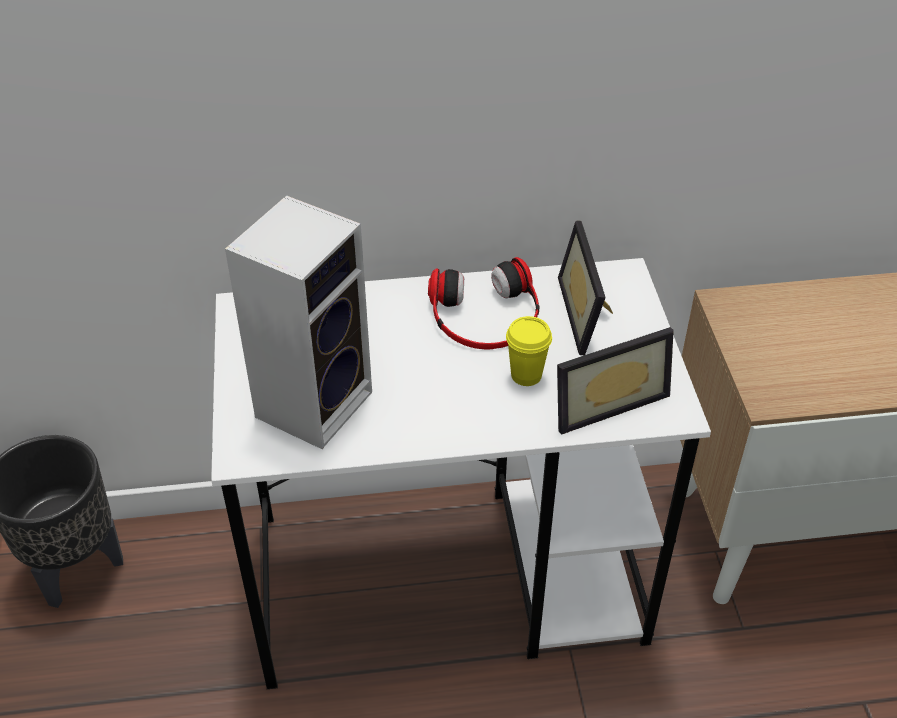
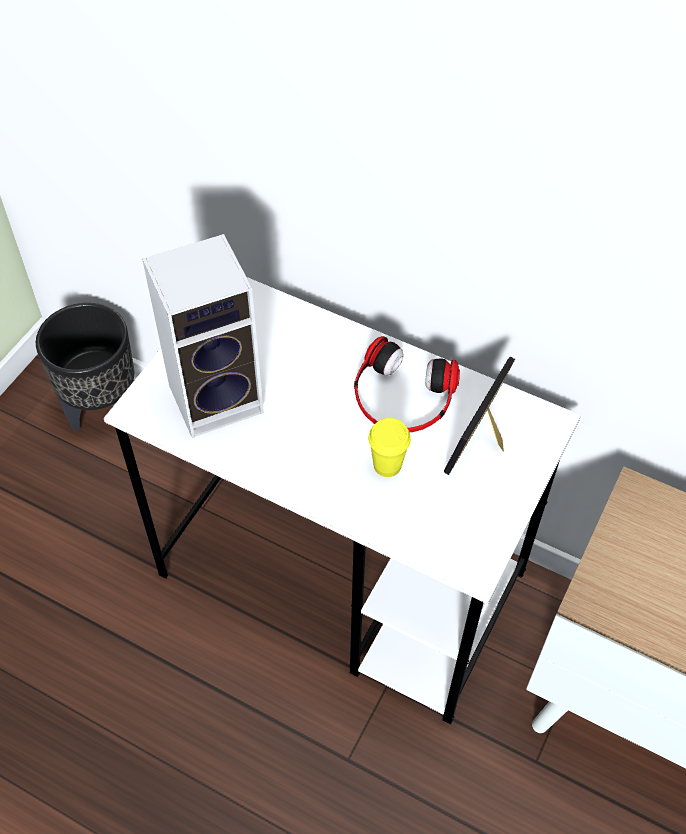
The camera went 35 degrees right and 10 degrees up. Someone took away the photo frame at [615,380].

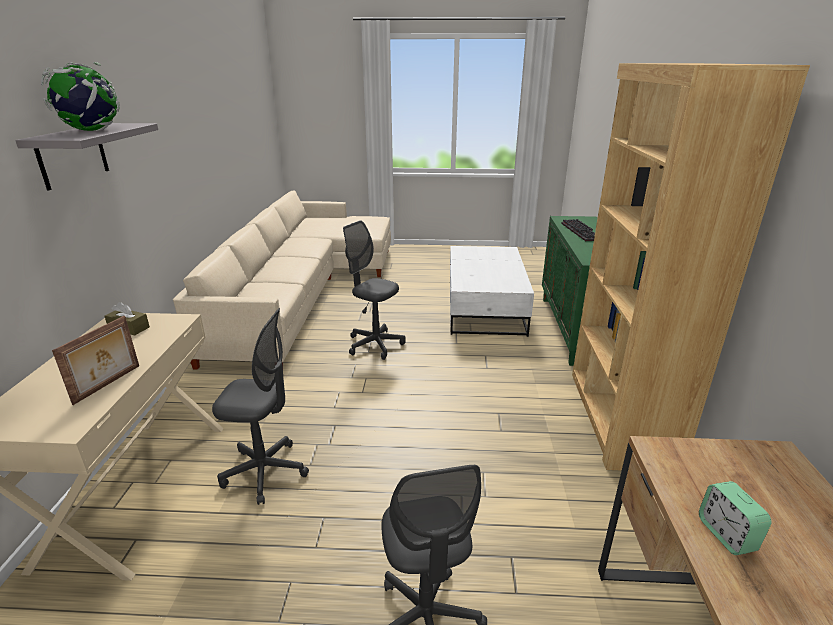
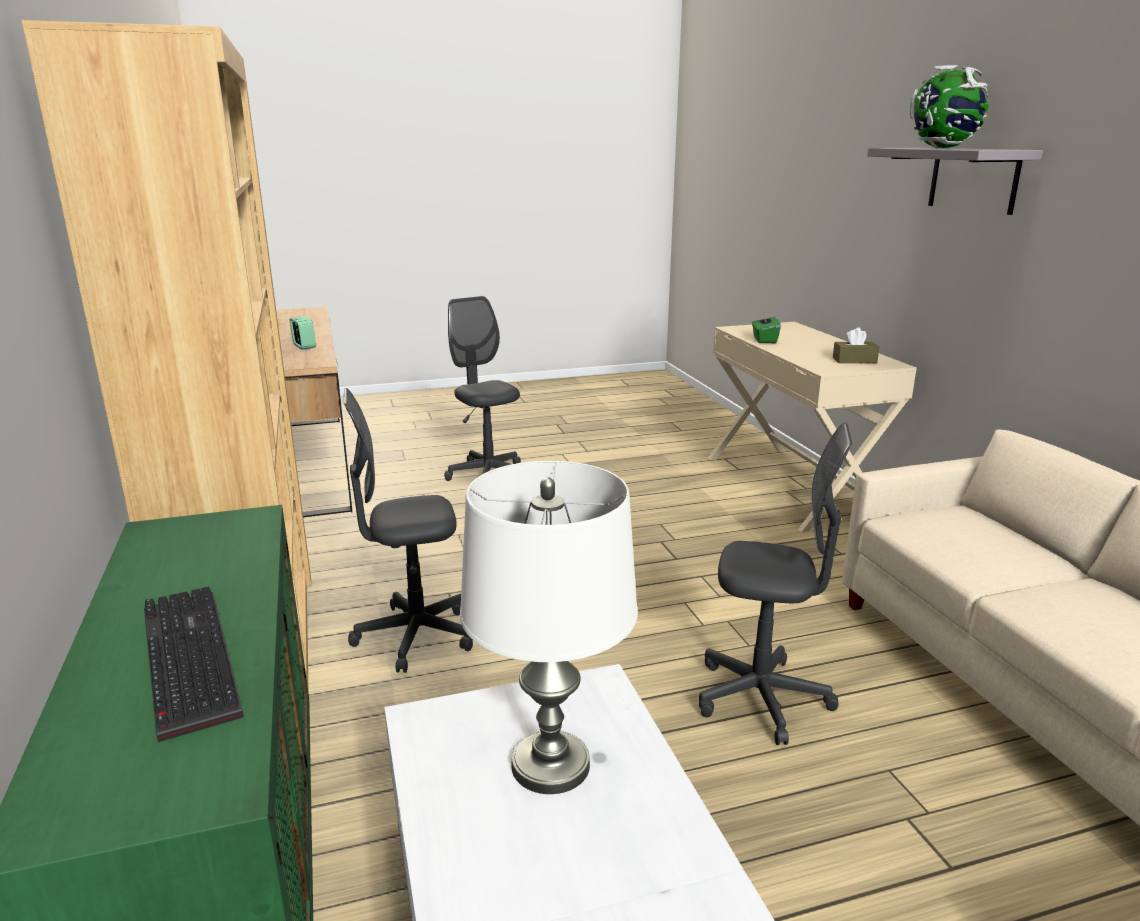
The camera went 160 degrees right and 5 degrees down. Someone carried the greyish office chair from [260,406] to [408,530]. Someone put down the white-coloured table lamp at [549,627]. Someone swapped the photo frame at [95,360] for the green tissue box at [766,327].

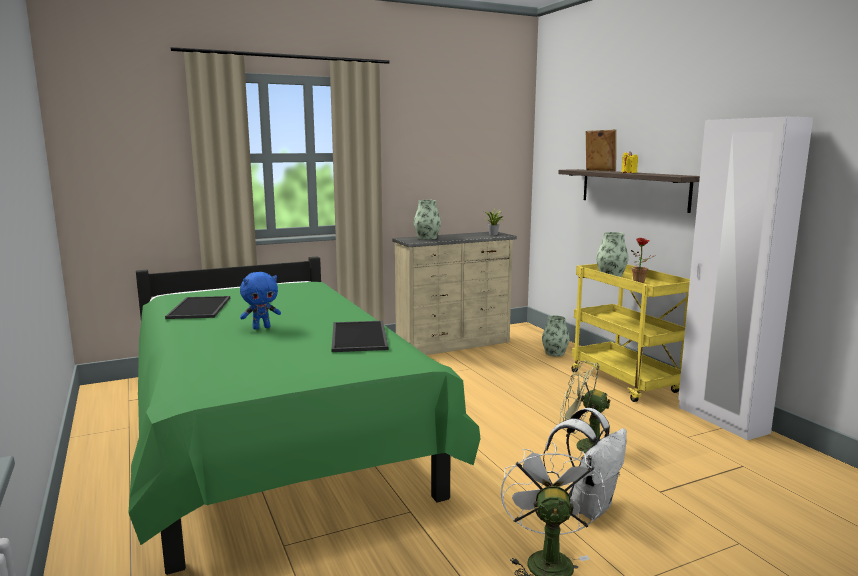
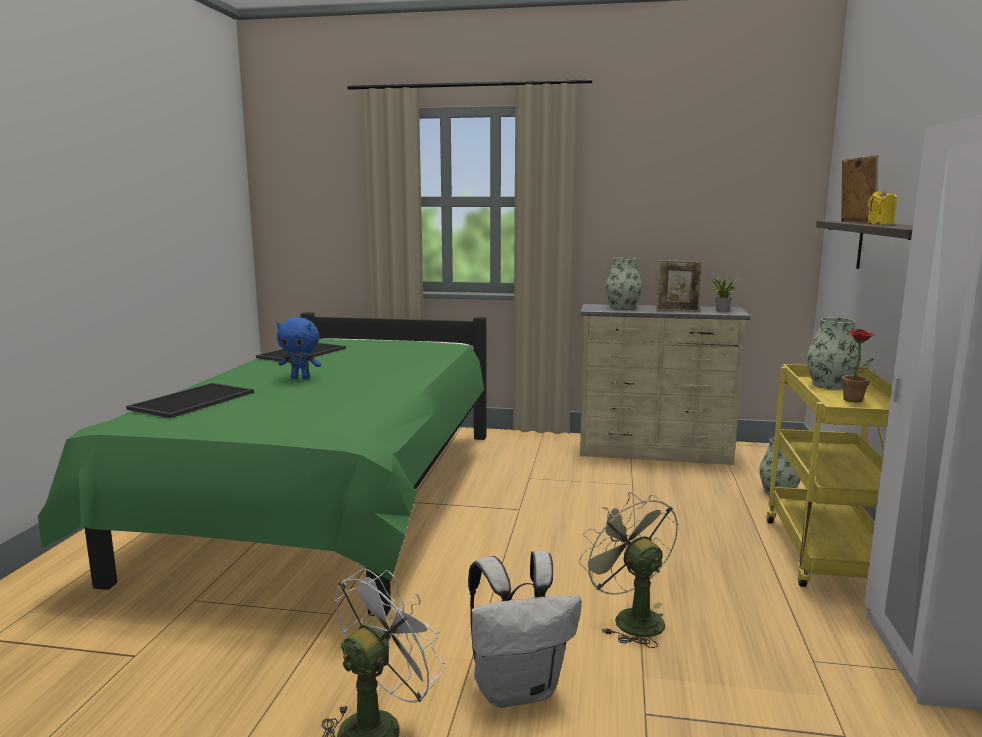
The camera went 35 degrees right and 0 degrees up. Someone carried the serving tray from [360,336] to [190,400]. Someone put down the photo frame at [679,286].

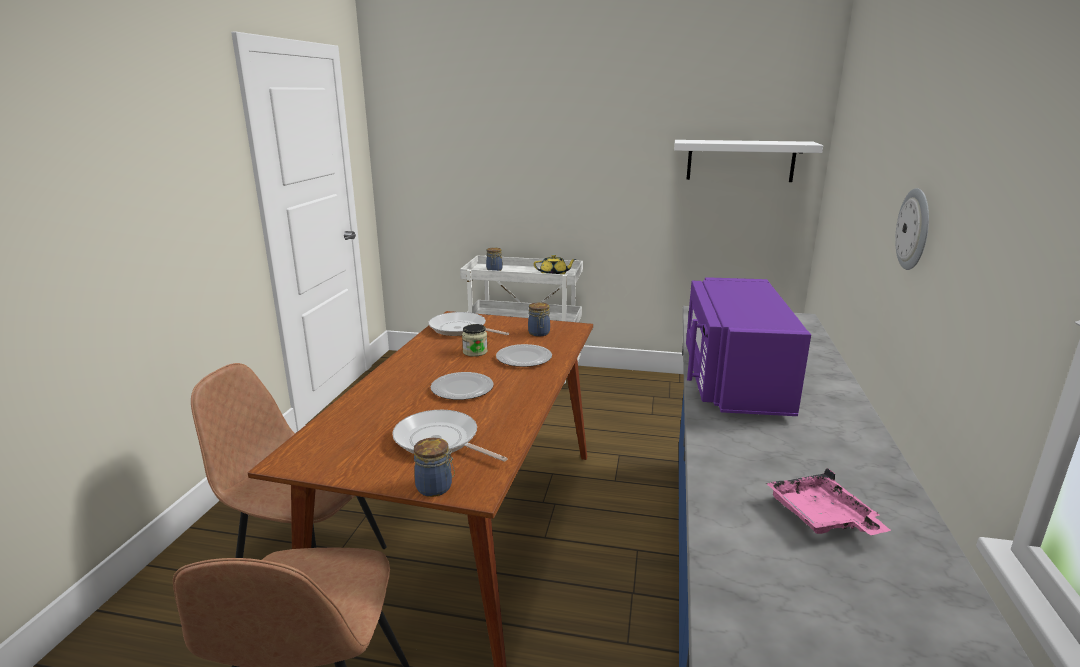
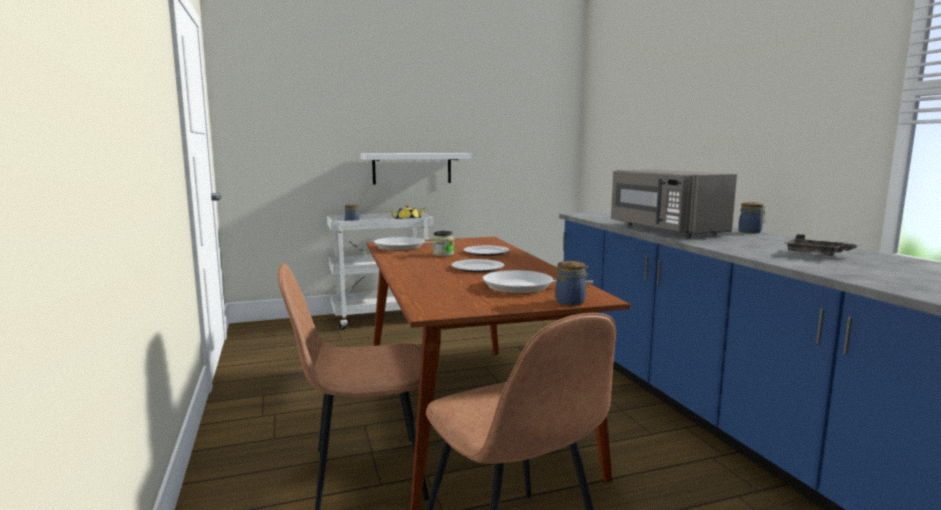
The camera went 30 degrees left and 10 degrees down. Someone carried the white-coloured bracket shelf from [748,161] to [416,169]. Someone repainted the purplish microwave at [748,346], which became the greyish microwave at [674,203]. Someone carried the storage jar from [539,319] to [752,217]. Someone repainted the pinkish serving tray at [828,501], which became the greyish serving tray at [823,245]. Someone took away the wall clock at [912,229].

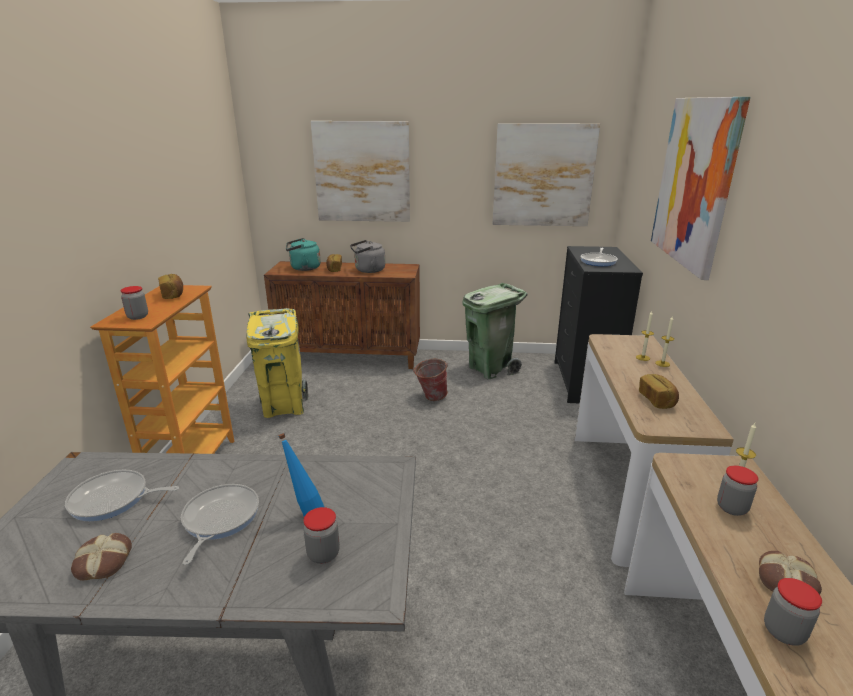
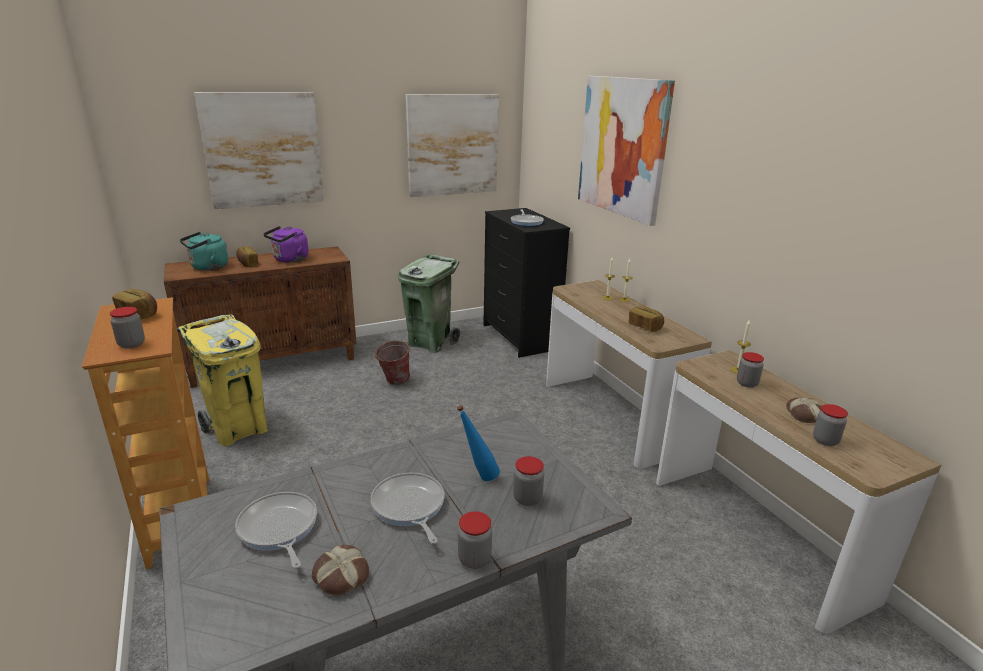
The camera went 30 degrees left and 0 degrees up. Someone rotated the pan at [122,495] by 90 degrees clockwise. Someone repainted the greyish water kettle at [367,256], which became the purplish water kettle at [286,244]. Someone put down the storage jar at [475,540].

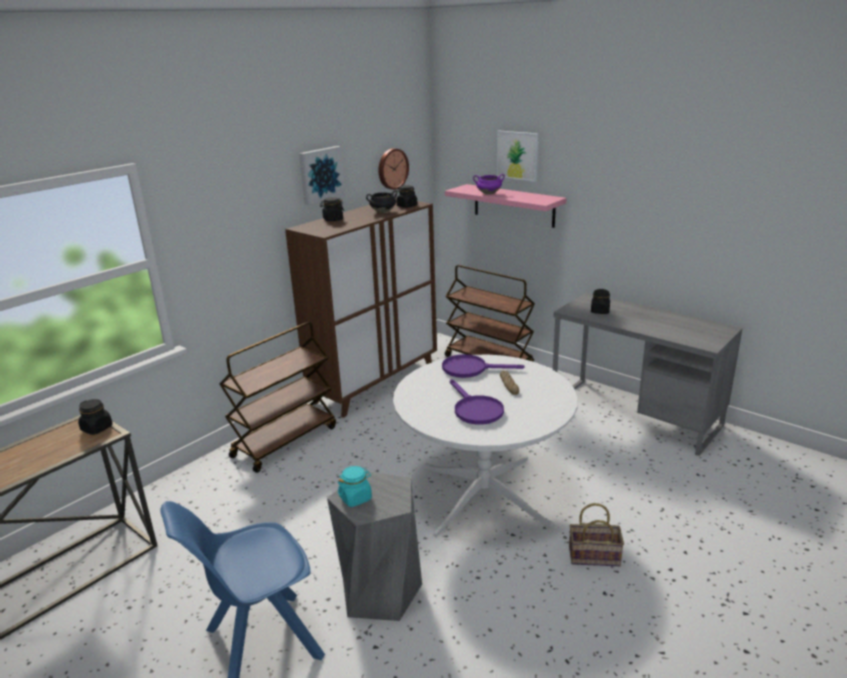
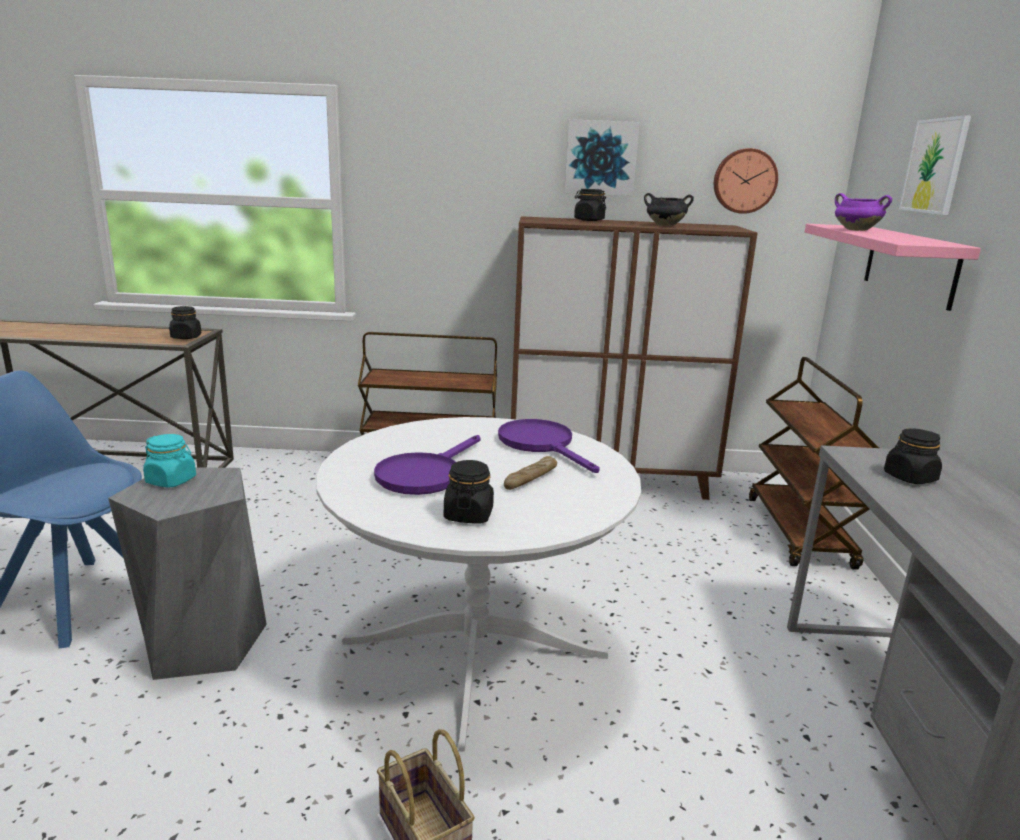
The camera went 50 degrees right and 5 degrees down. Someone carried the black-coloured storage jar from [406,196] to [469,491].

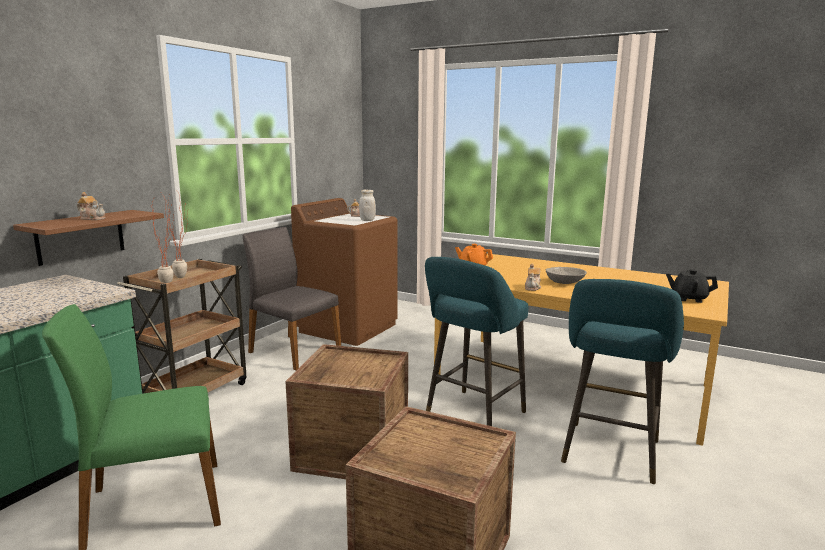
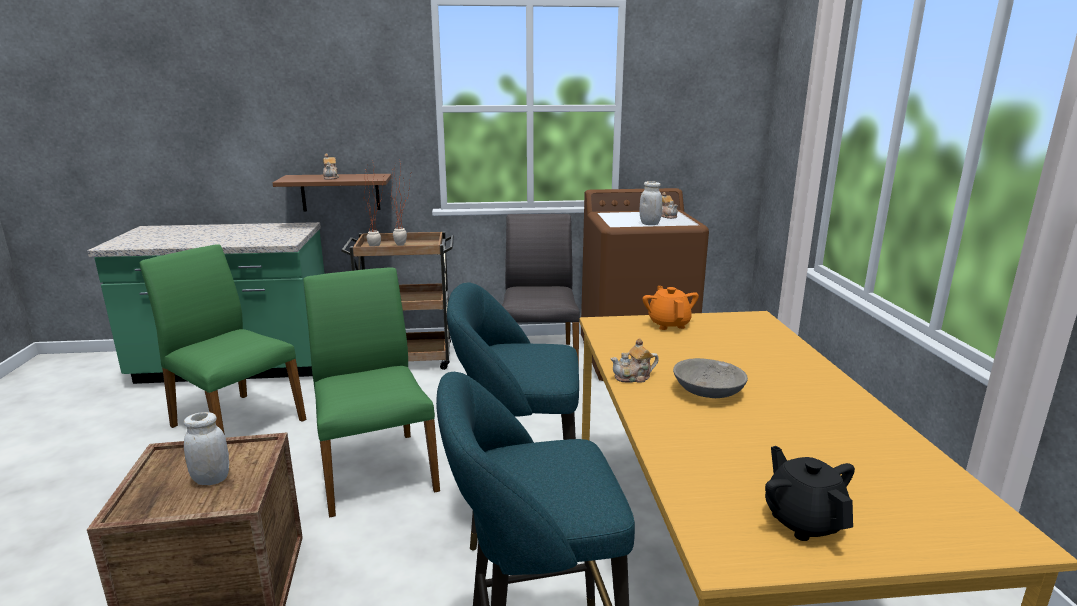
The camera went 55 degrees right and 5 degrees up. Someone put down the white-coloured storage jar at [206,448]. Someone swapped the crate at [346,411] for the green plain chair at [371,392].

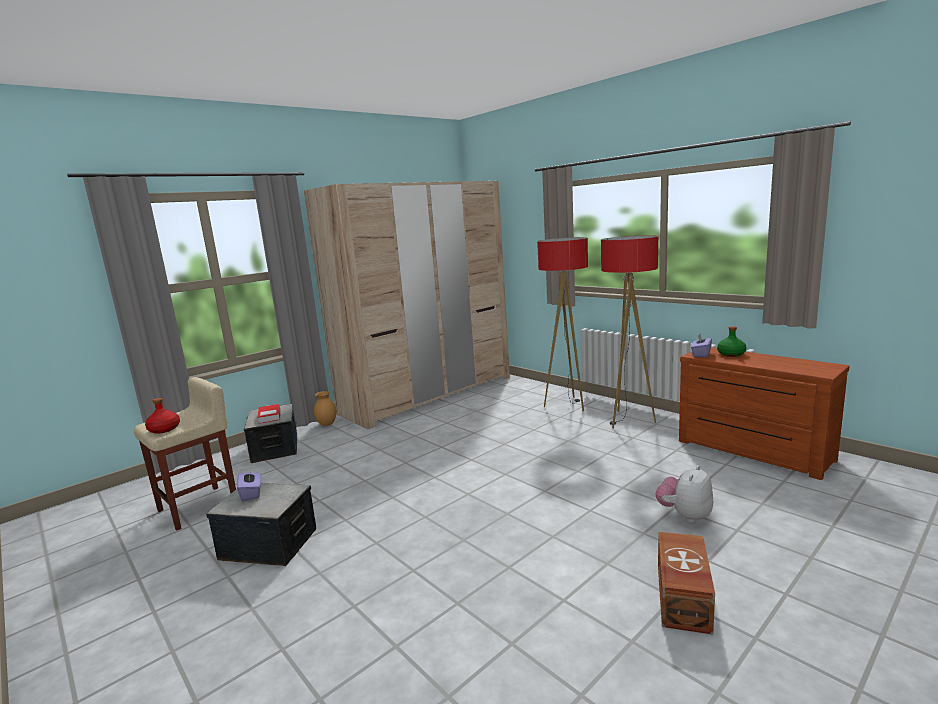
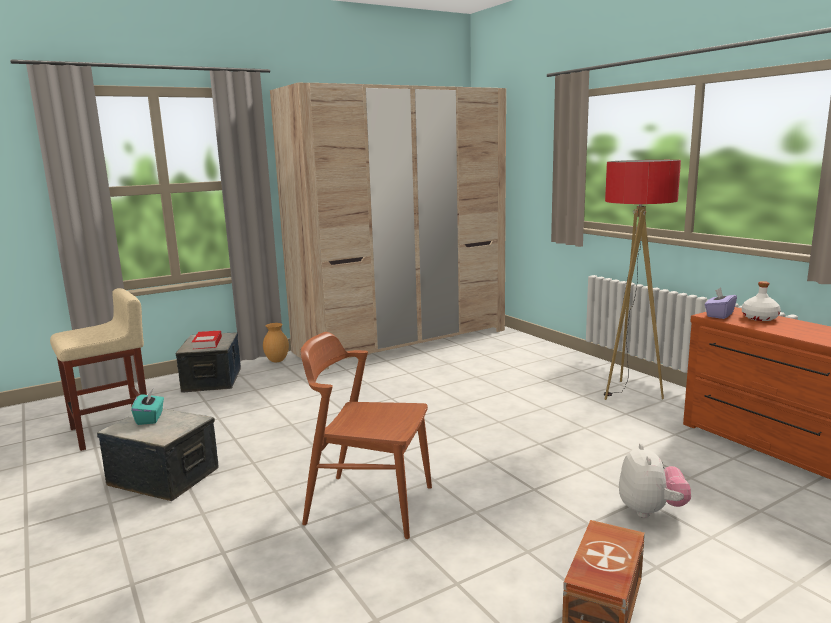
The camera went 10 degrees right and 0 degrees up. Someone repainted the purplish tissue box at [248,484], which became the turquoise tissue box at [147,407]. Someone put down the brown-coloured plain chair at [366,435]. Someone rotated the plush toy at [684,494] by 135 degrees clockwise. Someone repainted the green beverage bottle at [731,341], which became the white-coloured beverage bottle at [761,301]. Someone took away the reddish beverage bottle at [162,416]. Someone took away the standing lamp at [562,324].

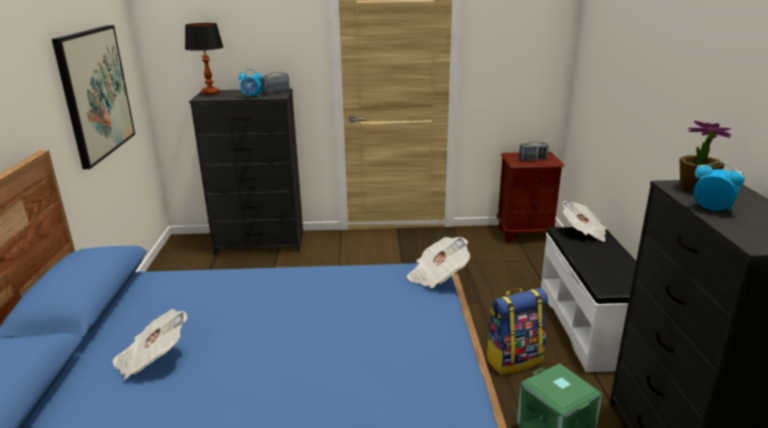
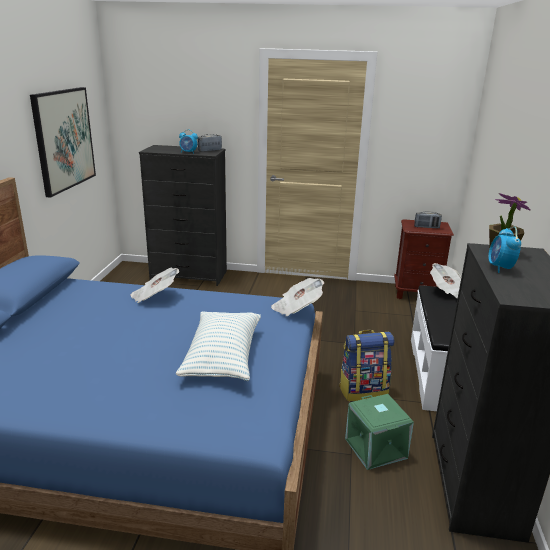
The camera went 10 degrees right and 0 degrees up. Someone carried the daily paper from [150,344] to [154,285]. Someone put down the pillow at [218,346]. Someone rotated the alarm clock at [719,186] by 135 degrees counterclockwise. Someone took away the table lamp at [204,59].

